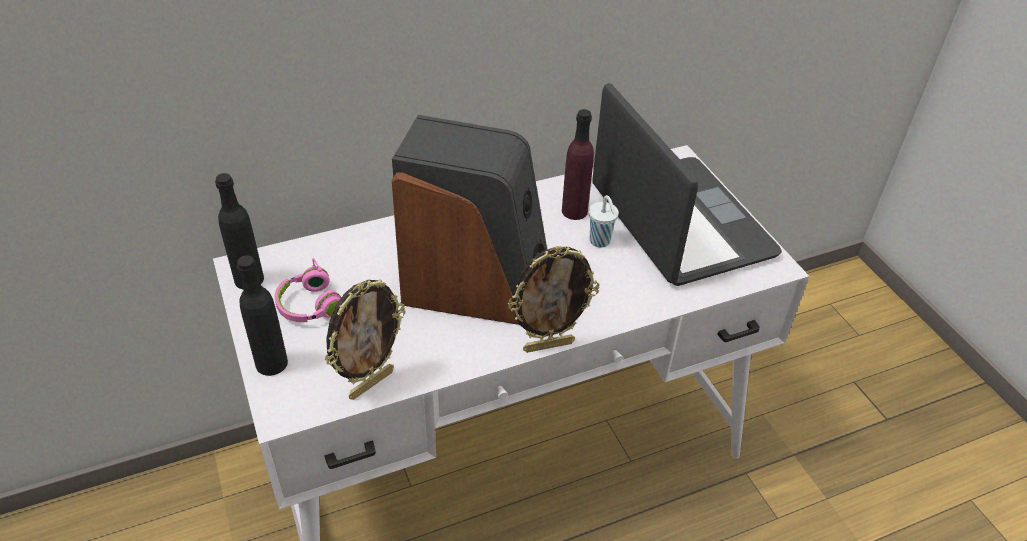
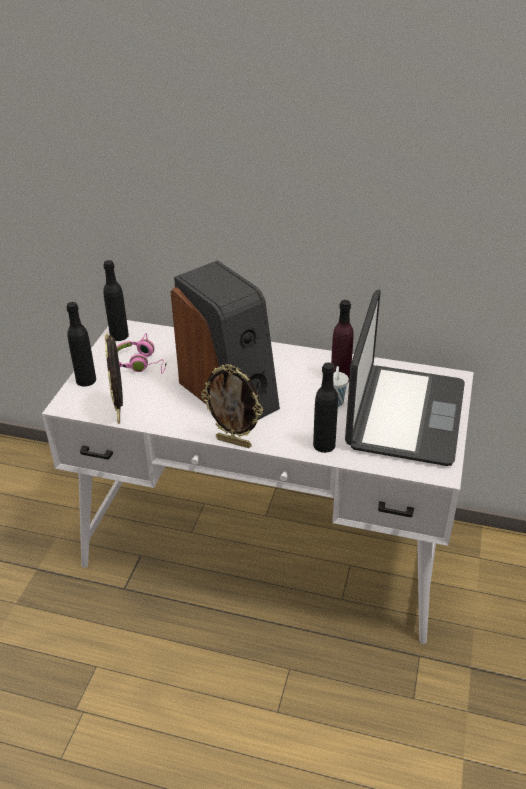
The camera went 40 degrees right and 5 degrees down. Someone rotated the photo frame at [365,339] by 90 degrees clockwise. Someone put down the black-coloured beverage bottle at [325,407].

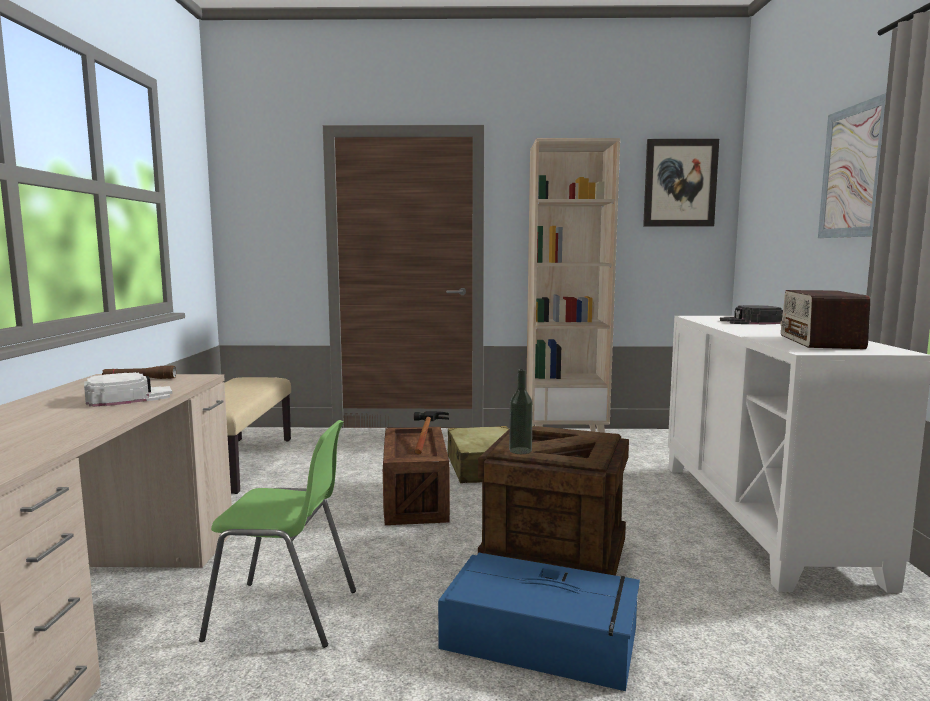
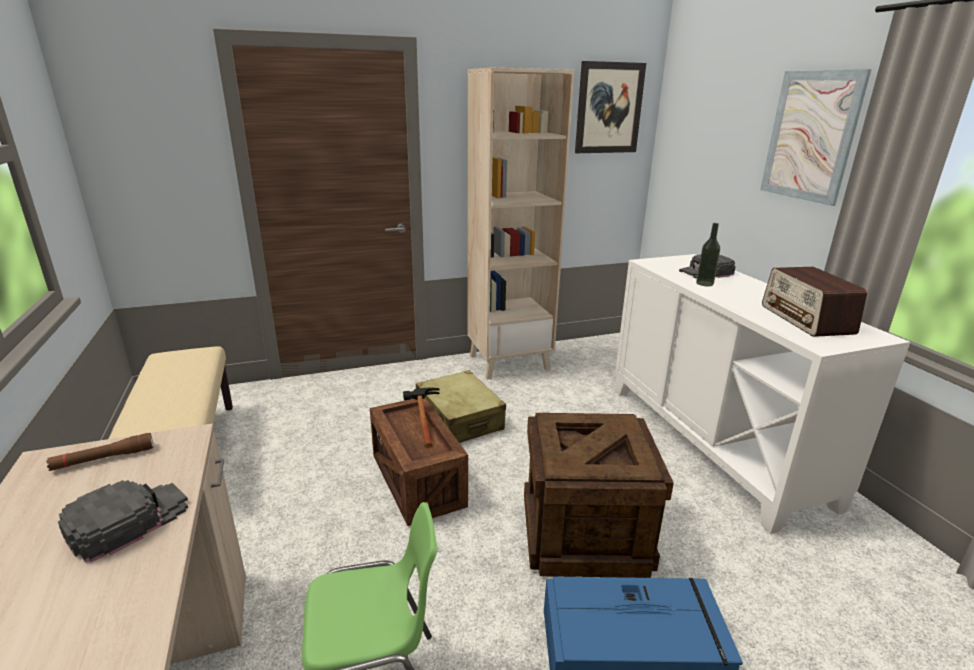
The camera went 20 degrees left and 15 degrees up. Someone repainted the white-coloured cap at [128,389], which became the black-coloured cap at [123,521]. Someone carried the beverage bottle from [521,411] to [708,254].

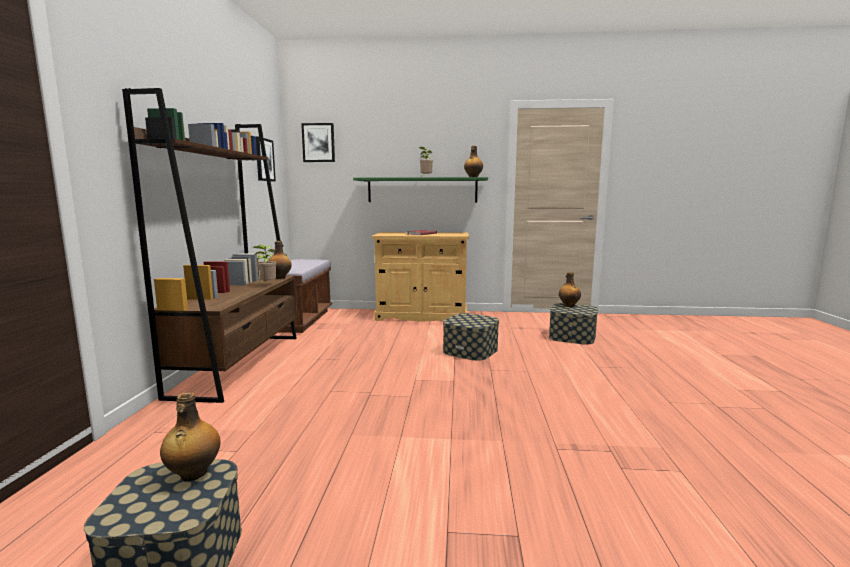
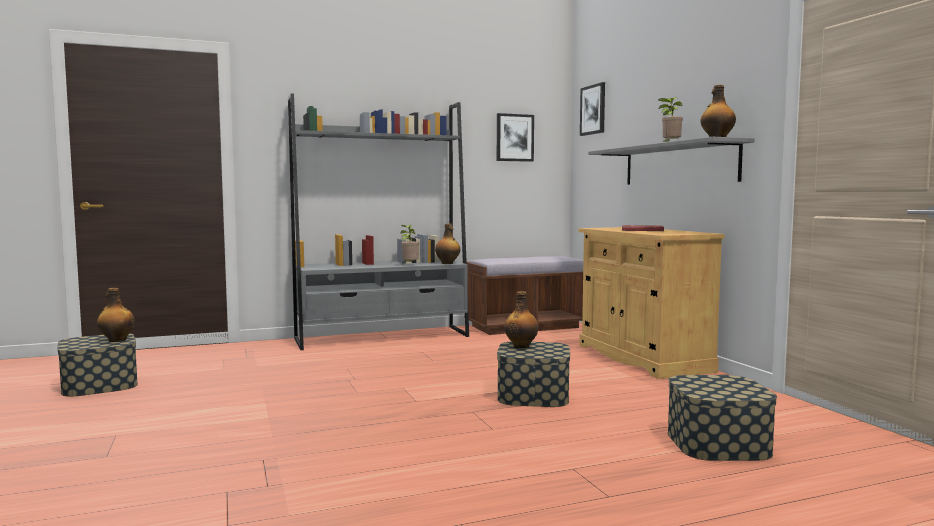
The camera went 65 degrees right and 5 degrees down. Someone repainted the brown-coloured bookshelf at [209,245], which became the greyish bookshelf at [378,221]. Someone carried the beverage bottle from [570,289] to [521,320]. Someone repainted the green bracket shelf at [420,189], which became the greyish bracket shelf at [671,161].

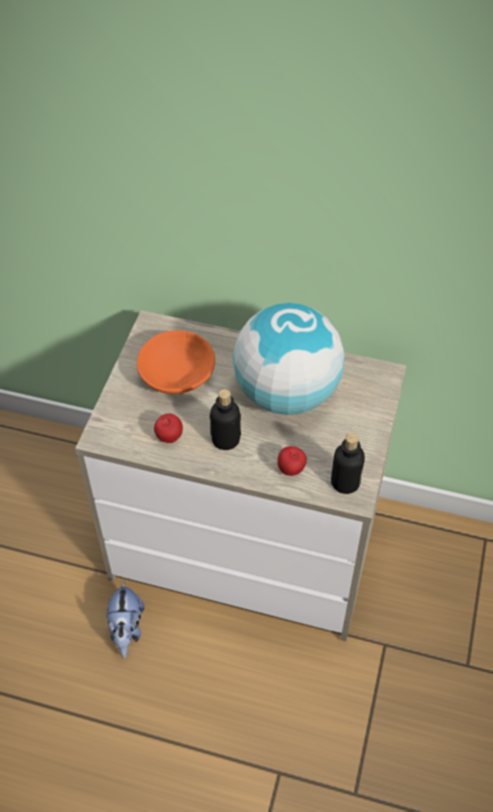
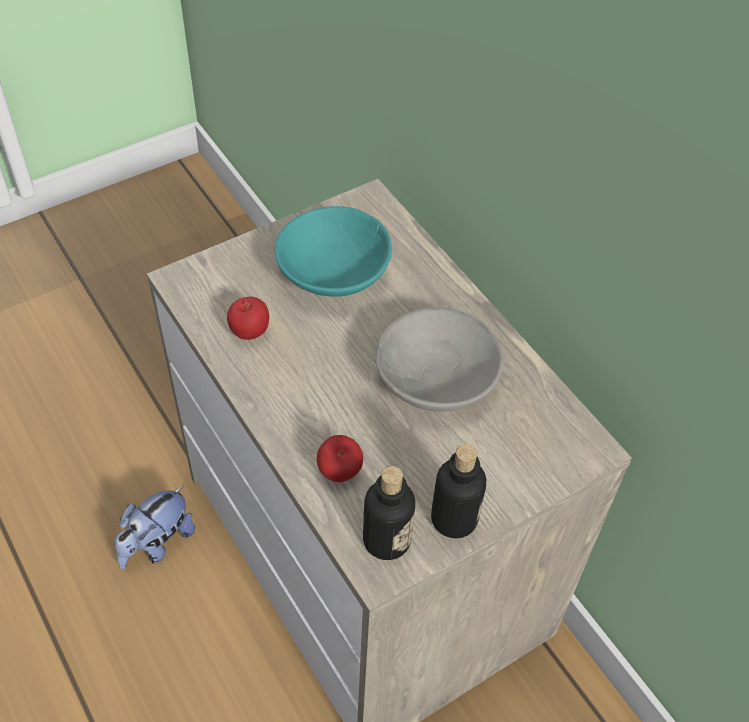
The camera went 40 degrees right and 0 degrees up. Someone repainted the orange-coloured bowl at [176,362], which became the turquoise bowl at [333,251]. Someone swapped the world globe at [289,359] for the greyish bowl at [439,359]. Someone carried the beverage bottle from [225,419] to [458,491].

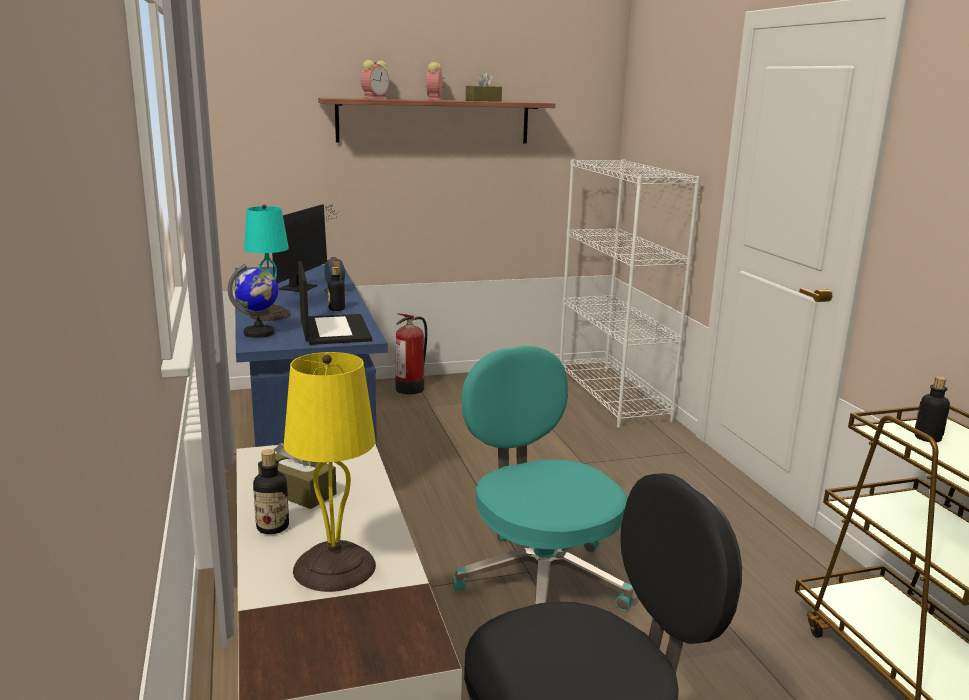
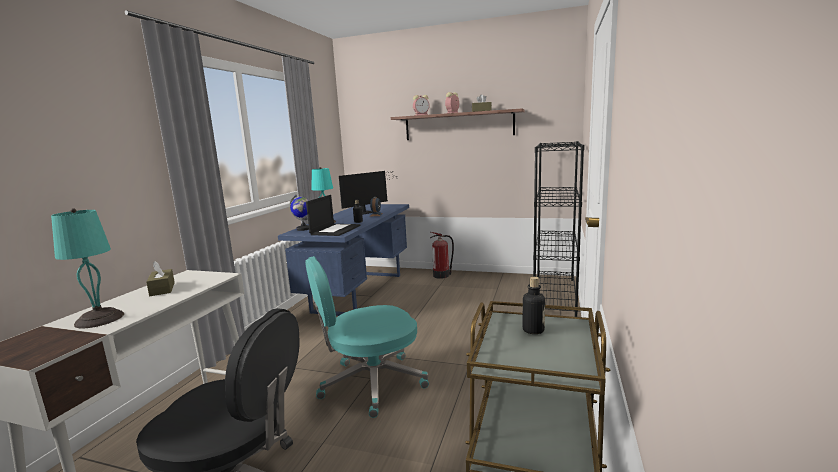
The camera went 35 degrees right and 5 degrees down. Someone repainted the yellow-coloured table lamp at [330,472], which became the turquoise table lamp at [87,268]. Someone rotated the turquoise office chair at [543,478] by 120 degrees counterclockwise. Someone repainted the white-coloured bookshelf at [630,293], which became the black-coloured bookshelf at [559,229]. Someone took away the beverage bottle at [271,491].

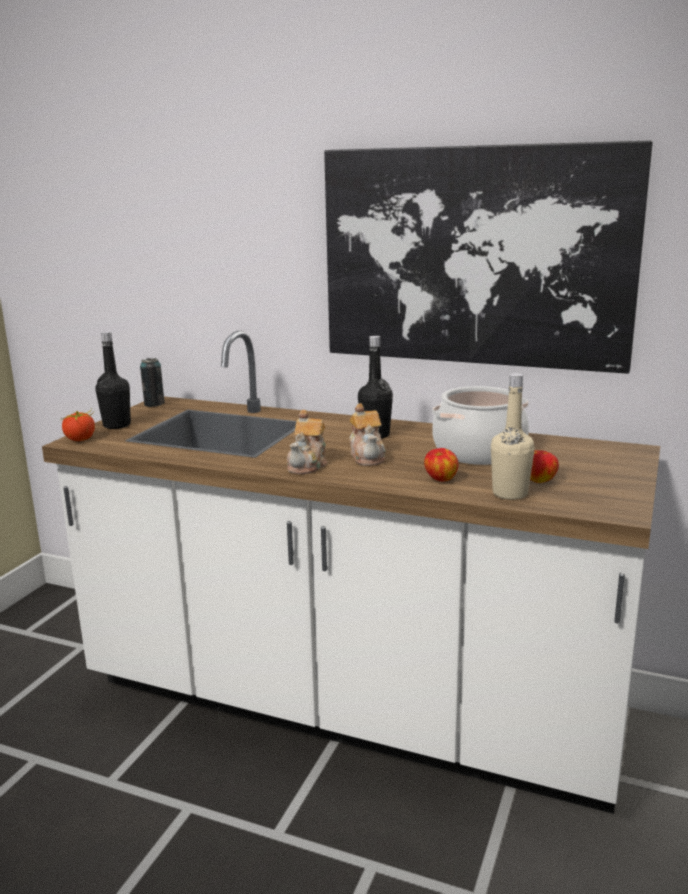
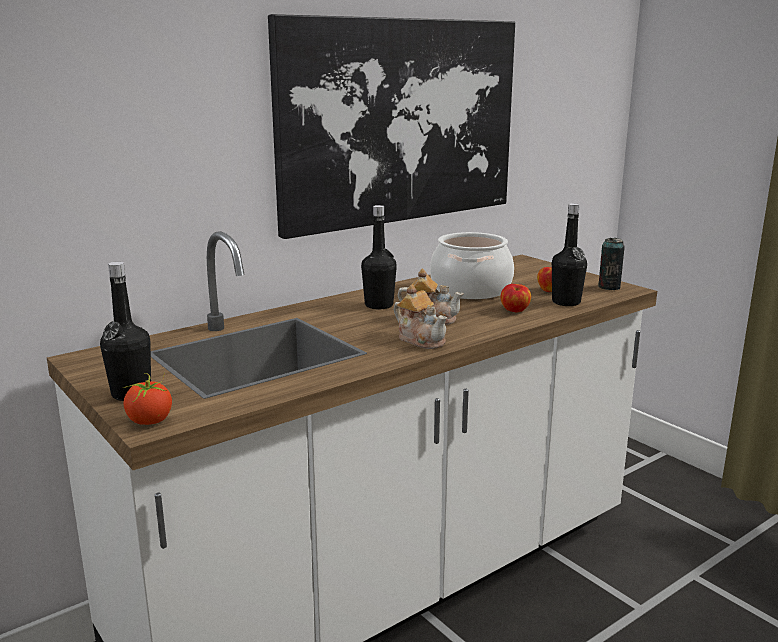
The camera went 60 degrees left and 0 degrees up. Someone repainted the sand-coloured beverage bottle at [513,436], which became the black-coloured beverage bottle at [569,254]. Someone carried the can from [152,382] to [611,264].

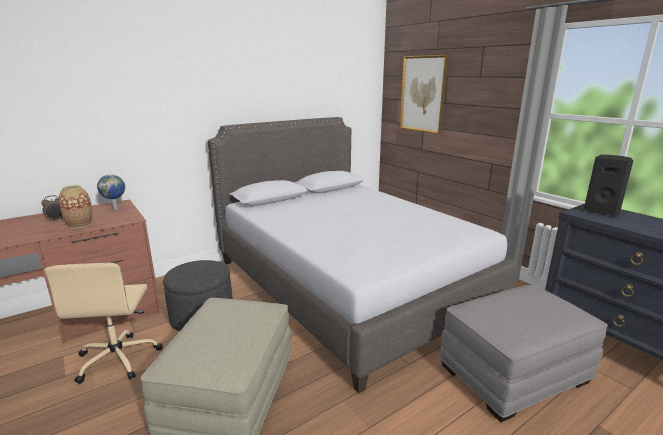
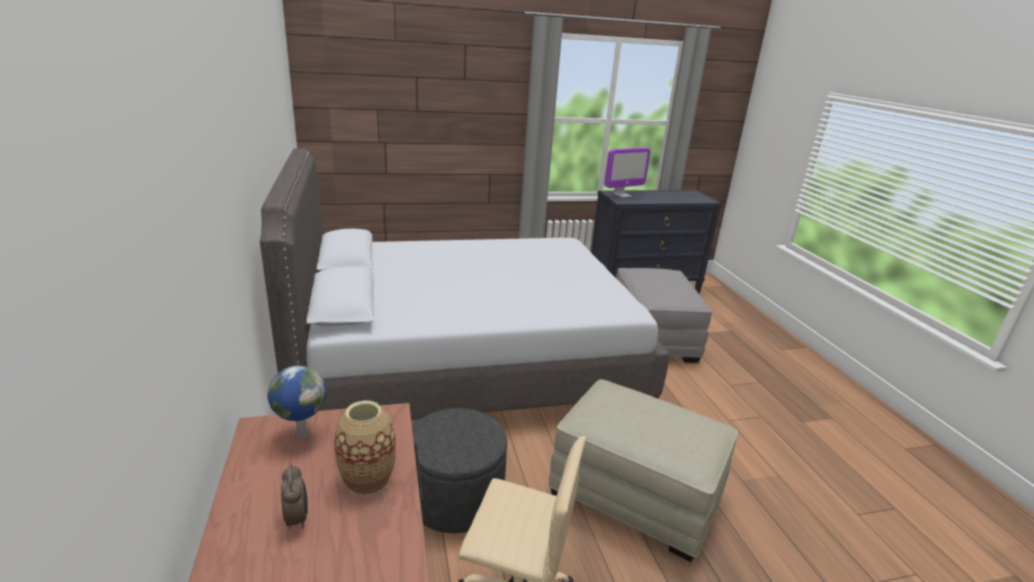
The camera went 70 degrees left and 5 degrees up. Someone swapped the black-coloured speaker at [608,185] for the computer screen at [627,172]. Someone took away the wall picture at [424,94].

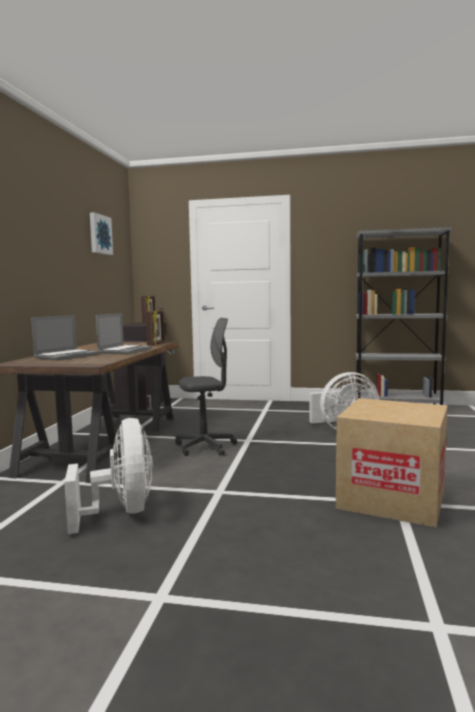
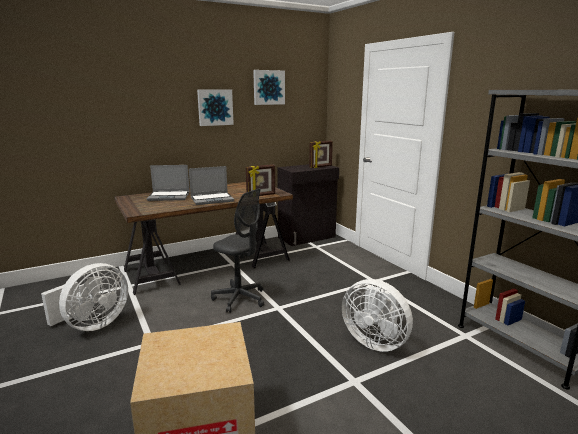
The camera went 50 degrees right and 10 degrees up. Someone put up the wall picture at [215,108].

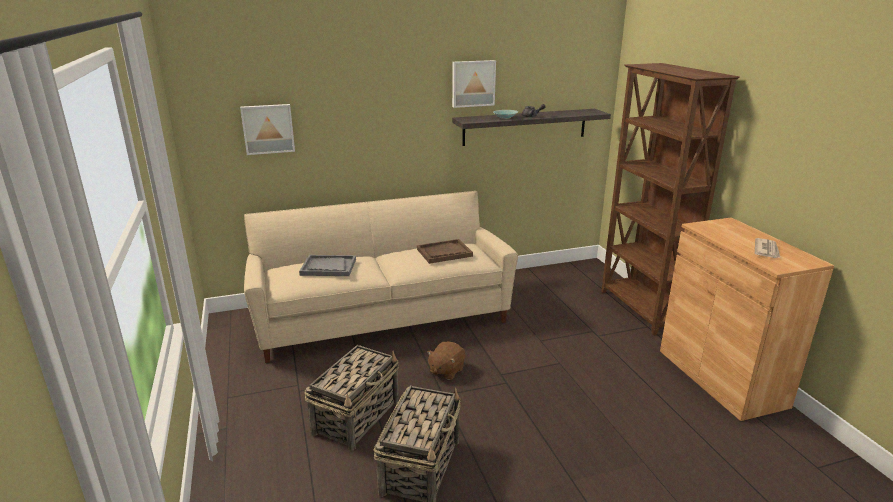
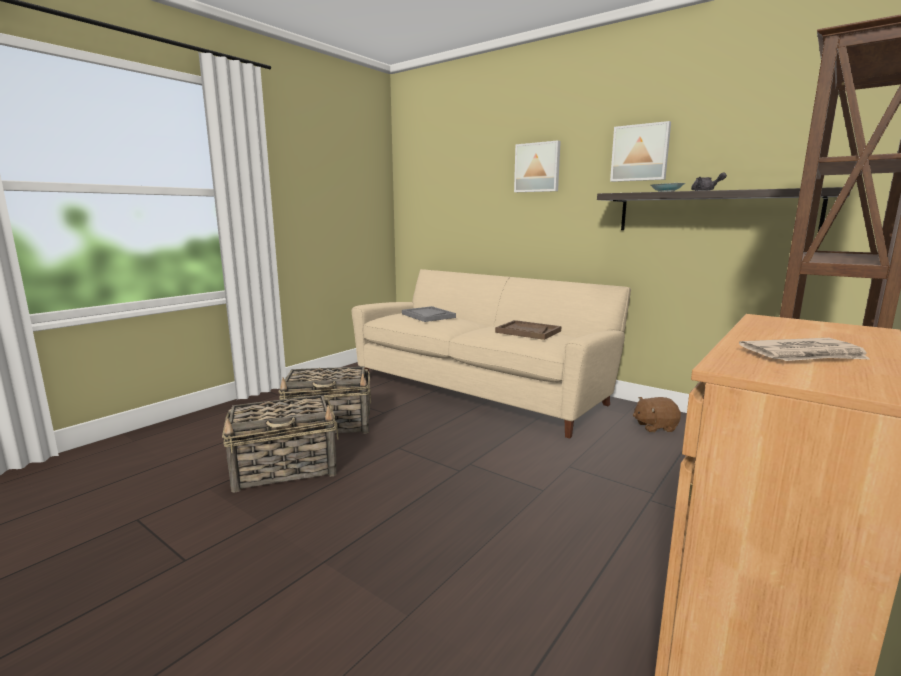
The camera went 55 degrees right and 10 degrees down. Someone carried the wall picture from [267,129] to [537,166]. Someone carried the brown-coloured plush toy from [446,361] to [657,414].

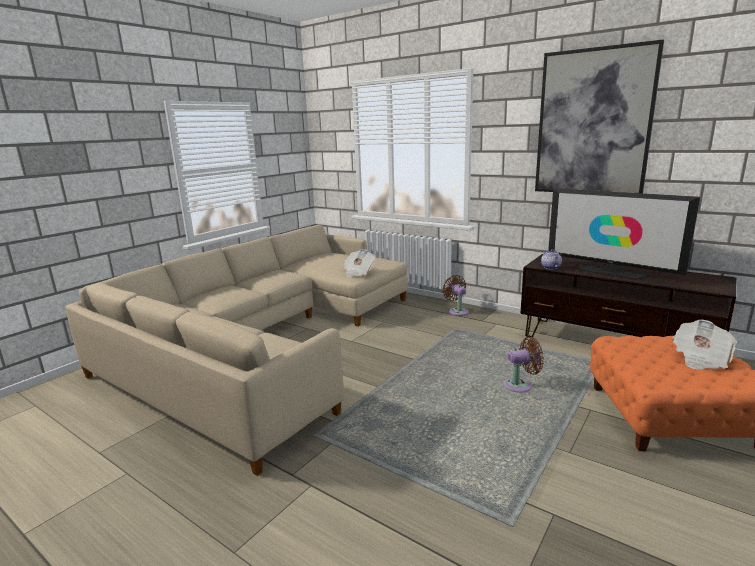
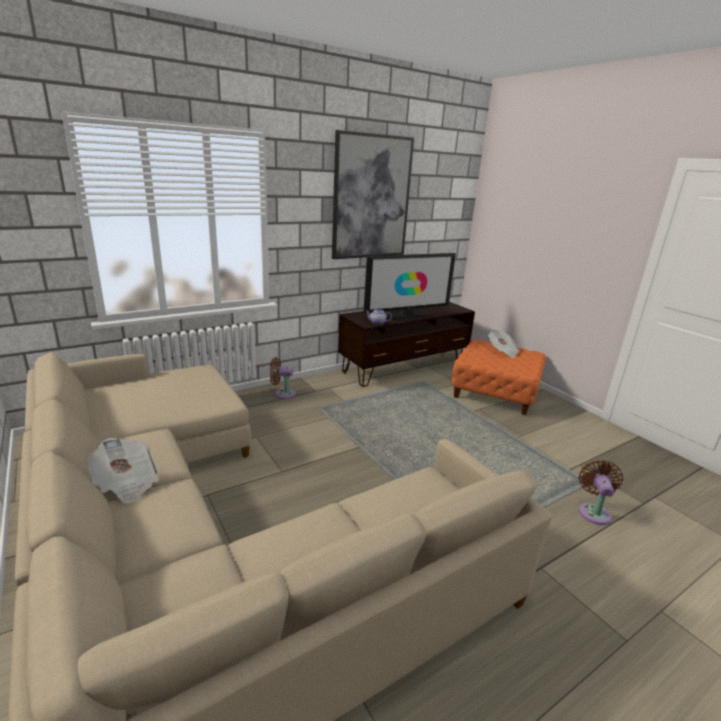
The camera went 70 degrees left and 5 degrees up. Someone carried the daily paper from [360,263] to [123,470]. Someone carried the brown-coloured cooling fan from [523,364] to [601,492].

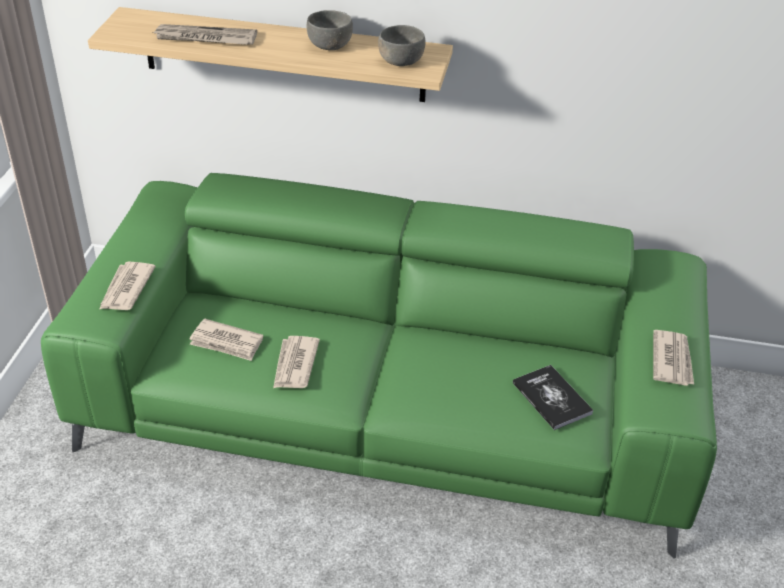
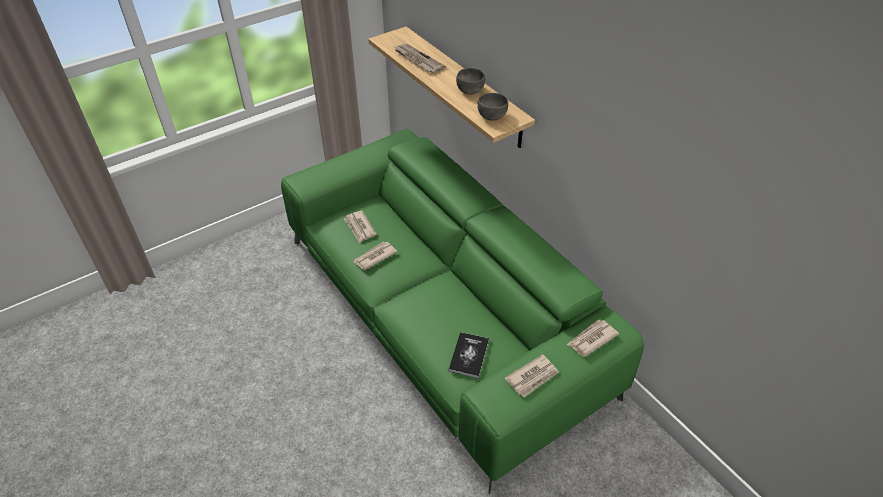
The camera went 45 degrees right and 5 degrees up. Someone carried the daily paper from [127,286] to [593,338].

